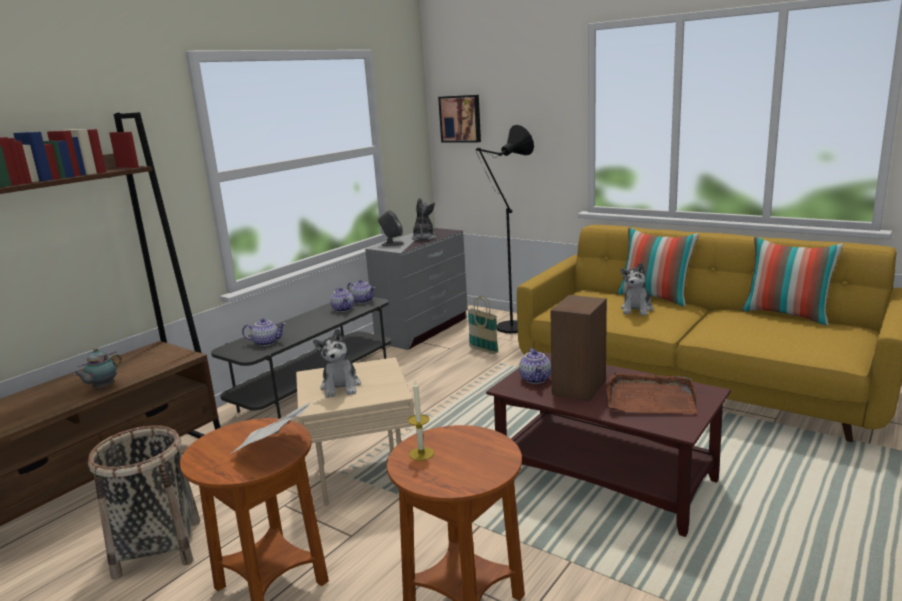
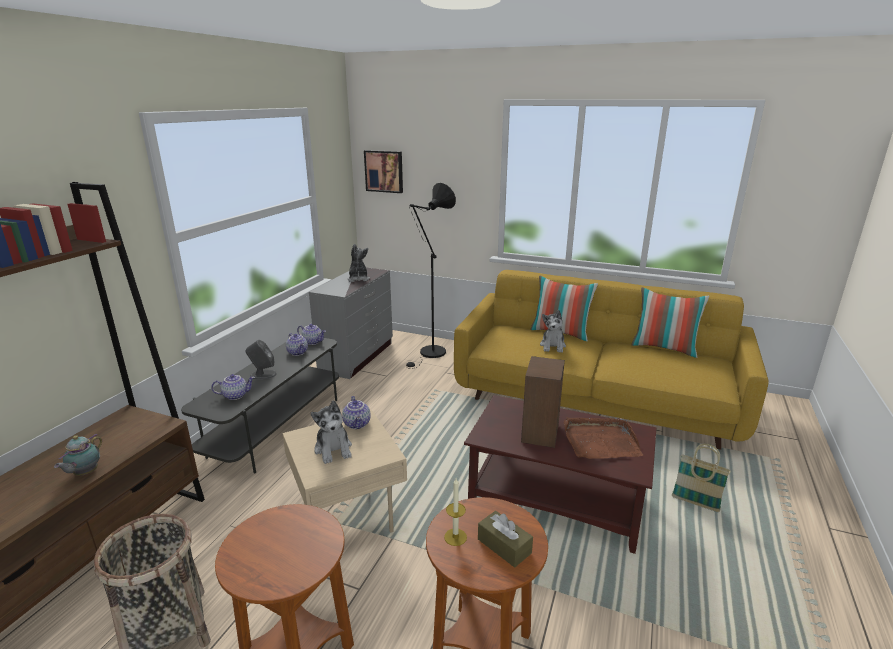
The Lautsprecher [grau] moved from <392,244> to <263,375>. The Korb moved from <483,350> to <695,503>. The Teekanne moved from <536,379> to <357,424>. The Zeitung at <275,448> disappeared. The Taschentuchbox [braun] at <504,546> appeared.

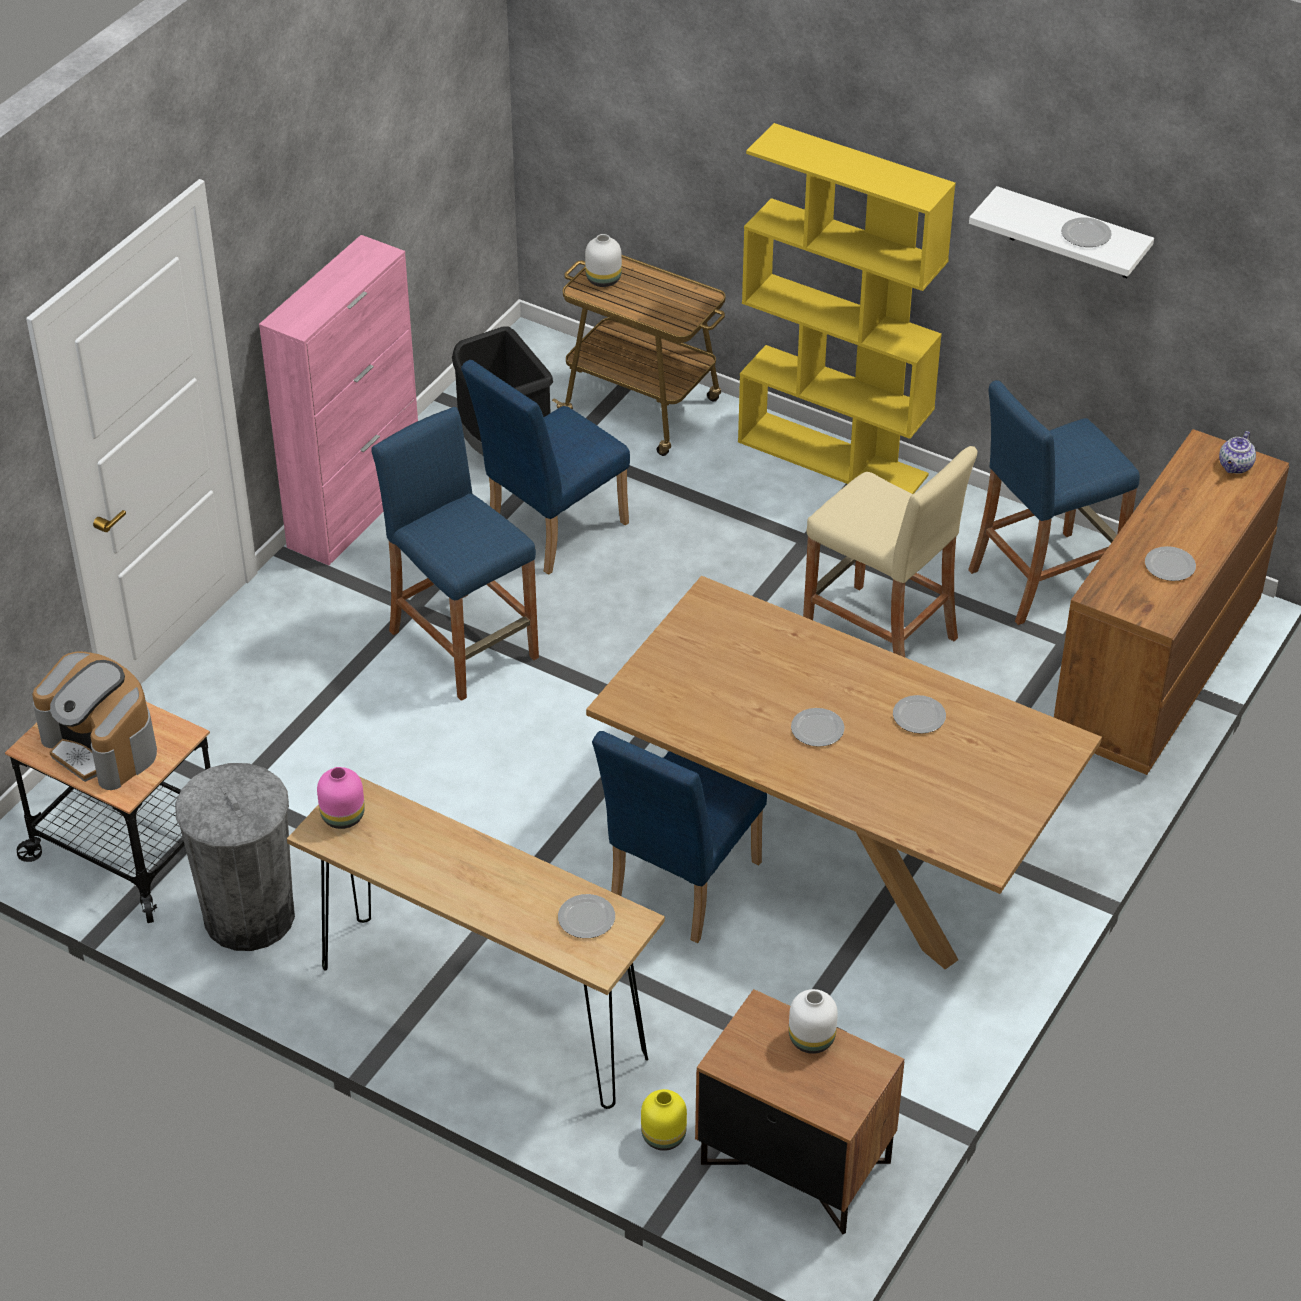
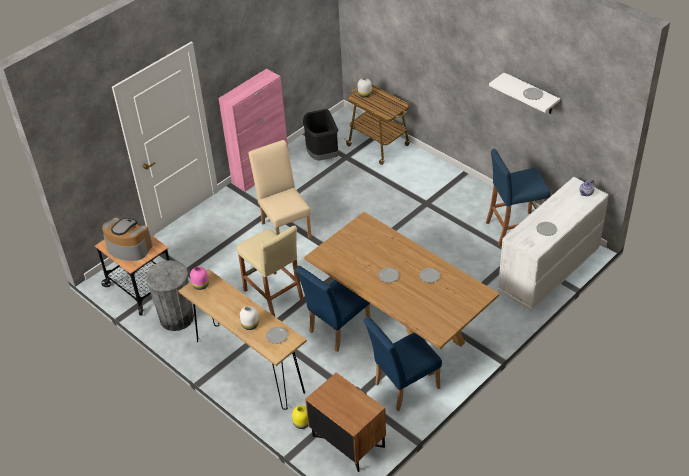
The Bücherregal [gelb] at <834,458> disappeared. The Stuhl [blau] moved from <549,532> to <402,387>. The Hocker [blau] at <464,645> was replaced by the Stuhl [beige] at <285,227>. The Kommode [braun] at <1156,672> became the Kommode [weiß] at <548,271>. The Hocker [beige] moved from <879,636> to <273,295>. The Kaffeemaschine at <102,746> turned 150 degrees clockwise. The Vase [weiß] moved from <812,1038> to <250,325>.

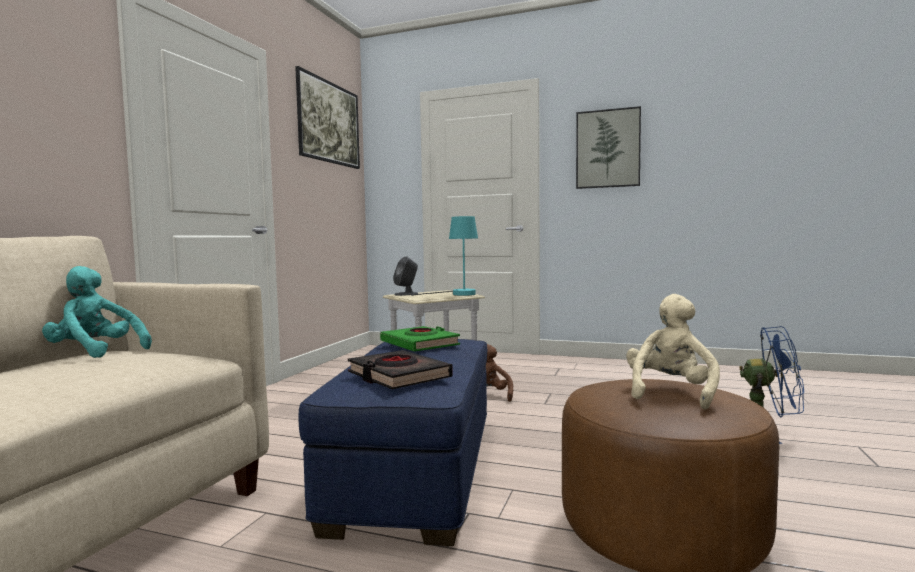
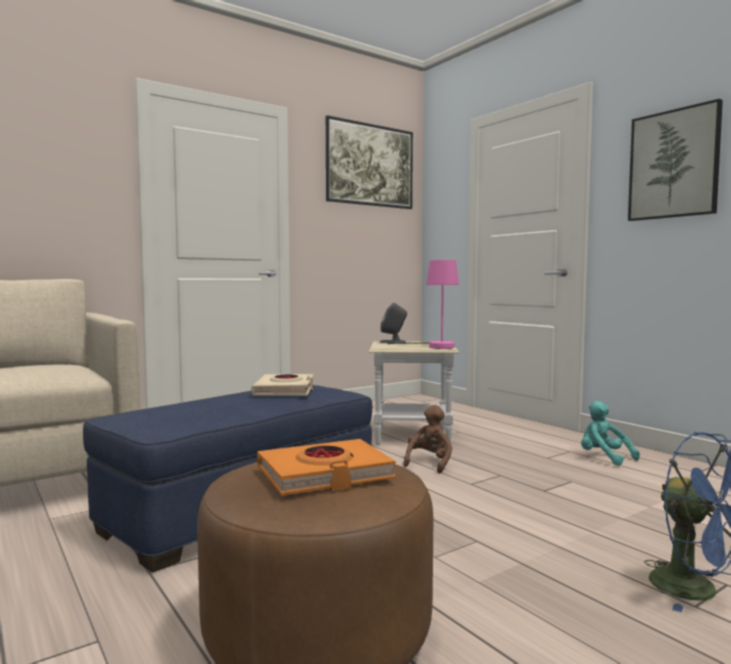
The Tischlampe [türkis] at <456,294> became the Tischlampe [rosa] at <434,346>. The Plüschtier [türkis] moved from <95,352> to <604,457>. The Plüschtier [beige] at <670,393> was replaced by the Buch [orange] at <324,475>. The Buch [grün] at <420,344> became the Buch [beige] at <285,390>. The Buch [schwarz] at <398,376> disappeared.

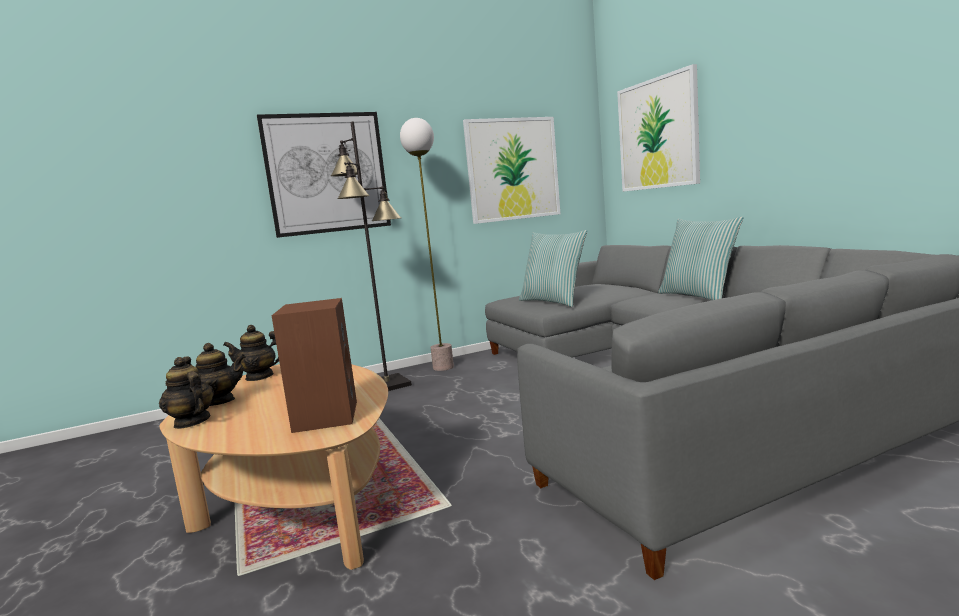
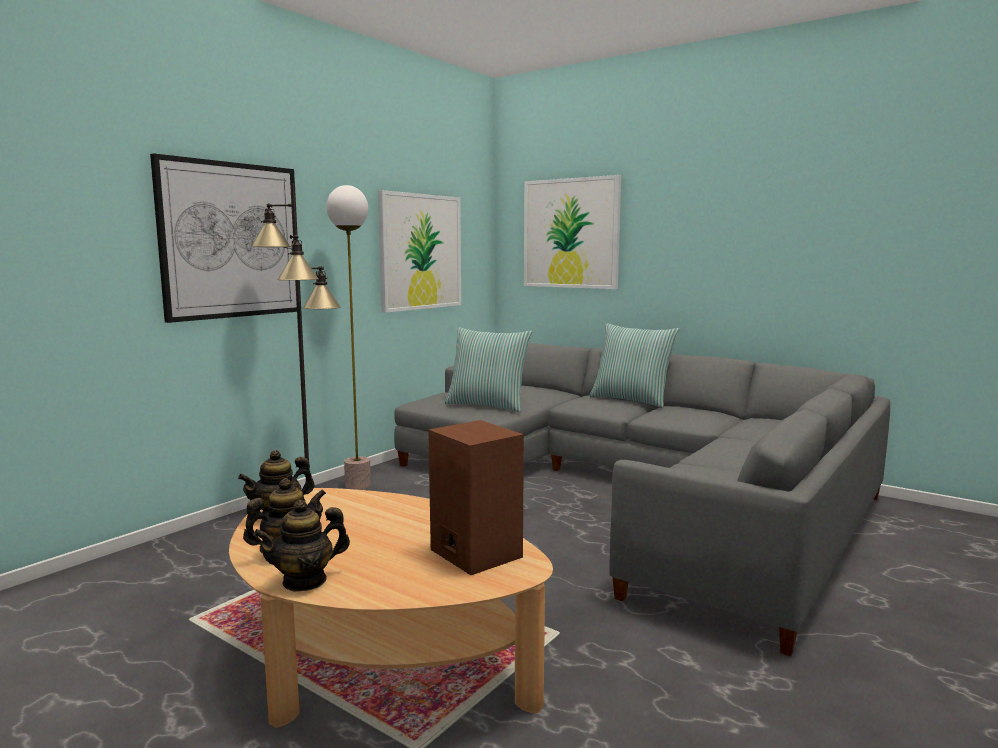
The Teekanne at <191,422> turned 45 degrees counterclockwise.

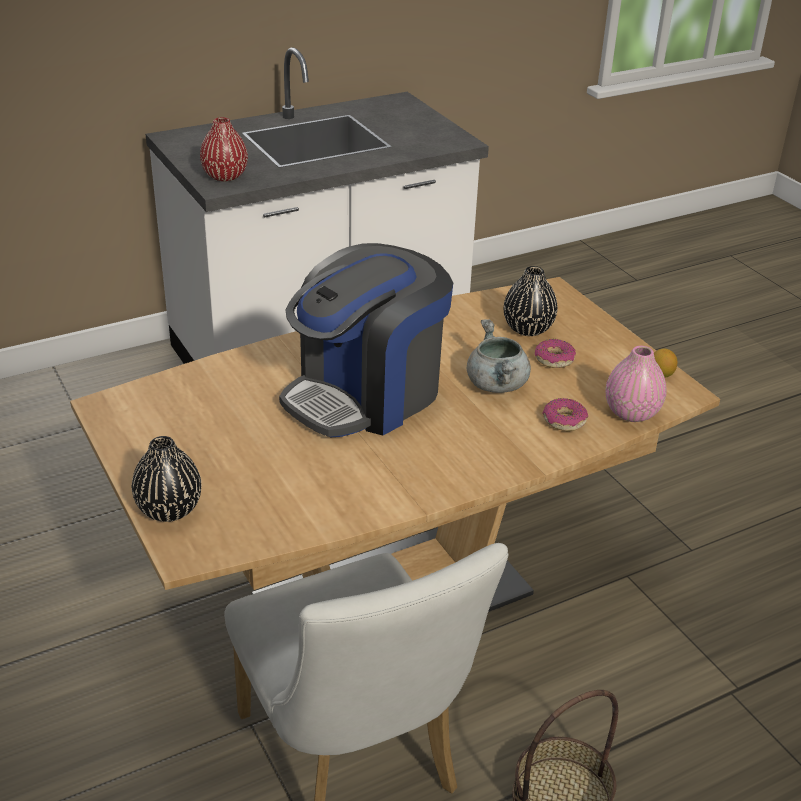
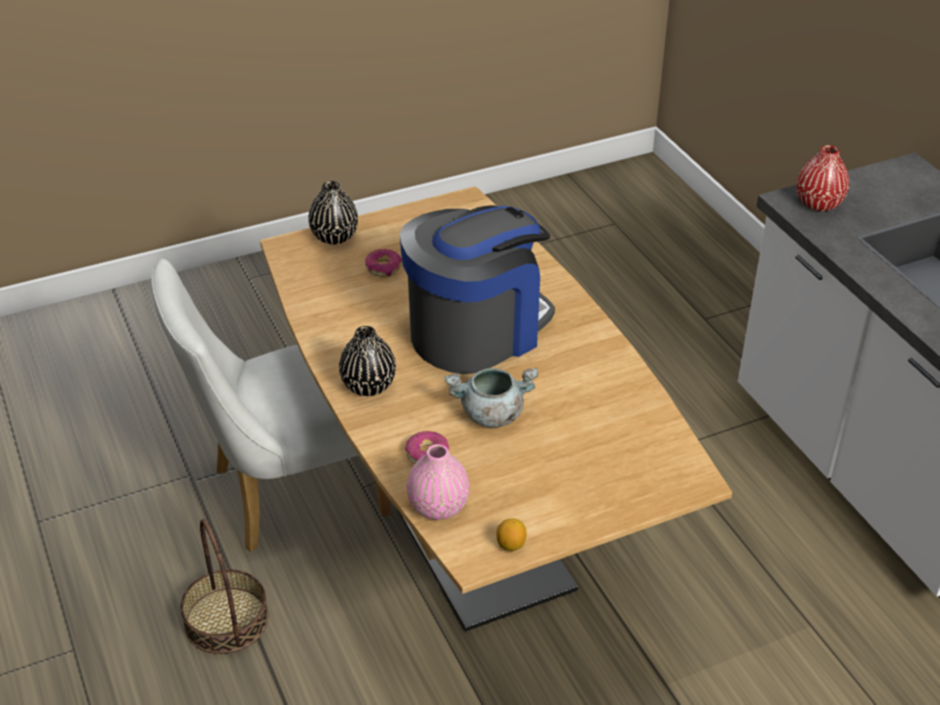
The Kaffeemaschine at <366,395> turned 90 degrees clockwise. The Vase [schwarz] moved from <528,329> to <368,386>. The Donut moved from <554,360> to <383,268>.

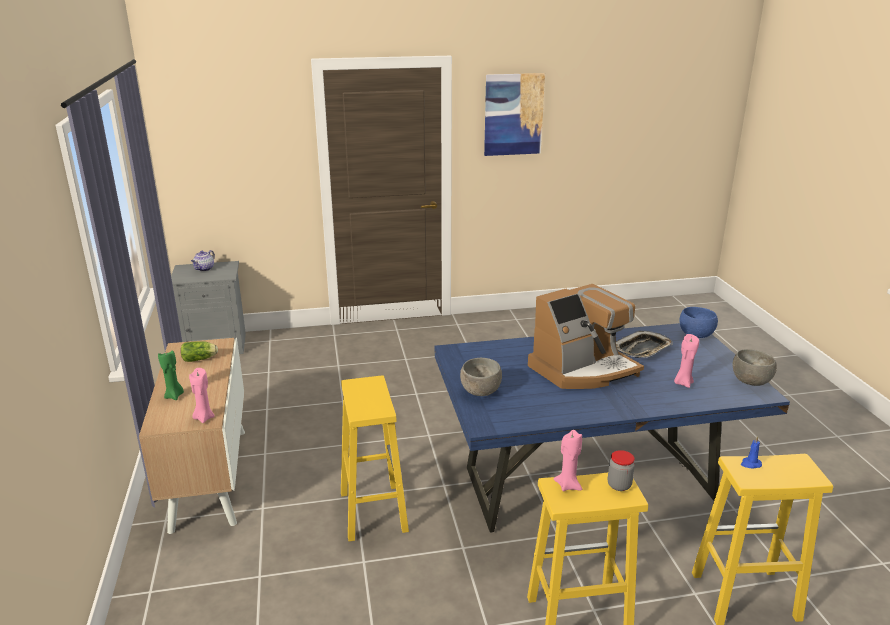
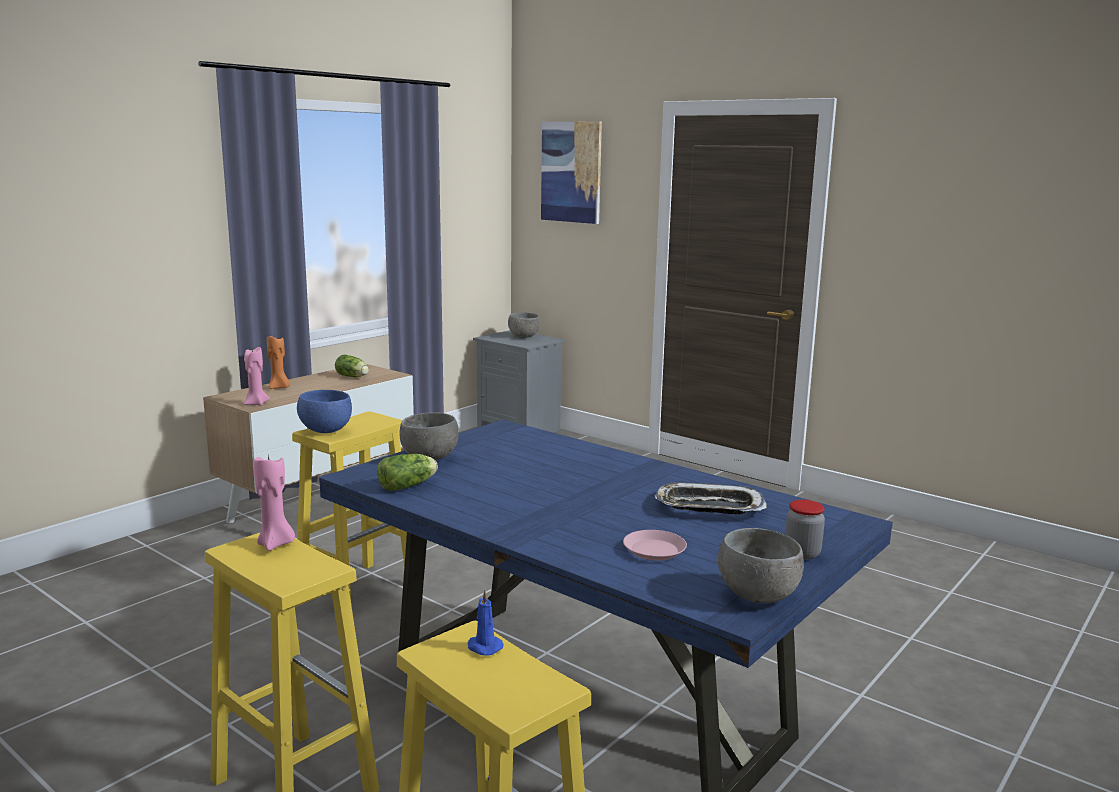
The Bild moved from <513,114> to <571,172>. The Teekanne at <204,269> was replaced by the Schüssel [grau] at <523,337>. The Kaffeemaschine at <583,369> disappeared. The Schüssel [blau] moved from <696,335> to <326,431>. The Kerze [rosa] at <683,383> was replaced by the Teller [rosa] at <654,550>. The Kerze [grün] at <174,396> became the Kerze [orange] at <279,387>. The Vorratsglas moved from <619,485> to <802,554>. The Salatkopf at <409,485> appeared.

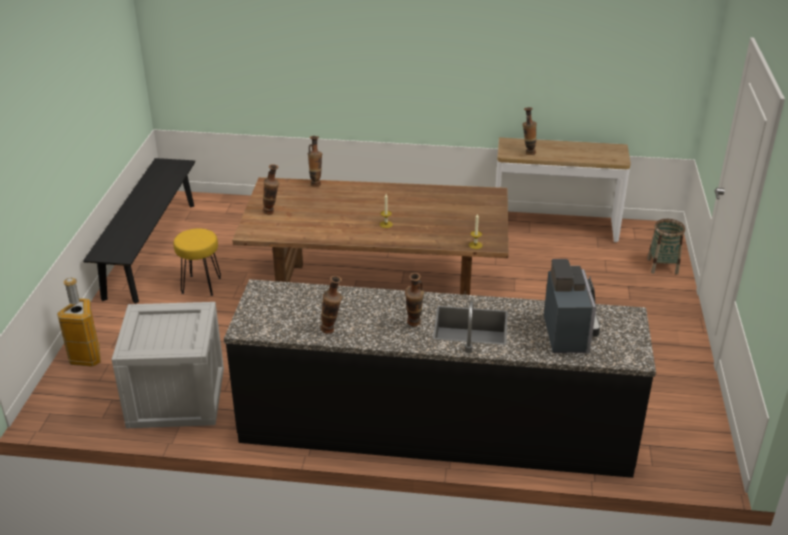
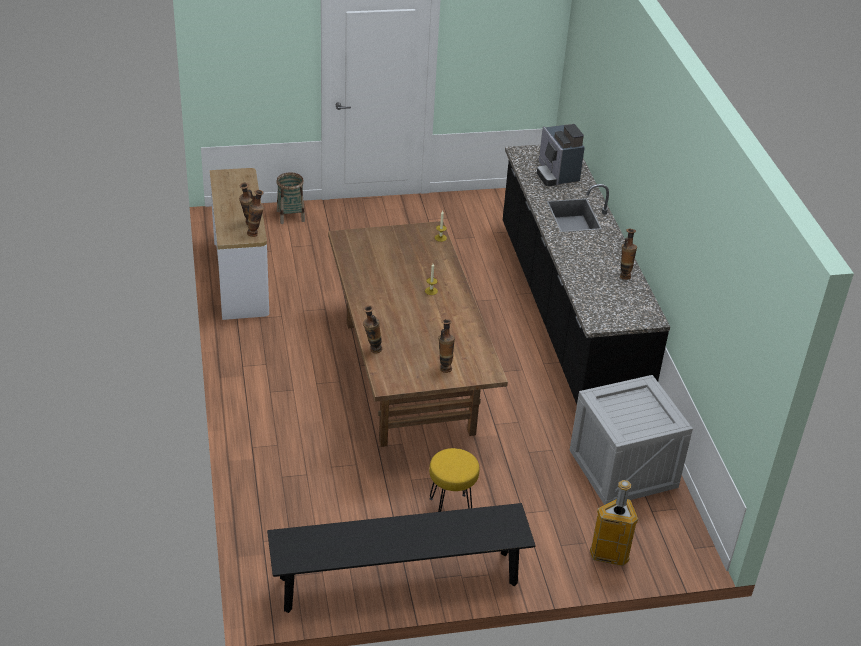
The Kaffeemaschine at <569,333> turned 90 degrees counterclockwise. The Vase moved from <414,325> to <256,234>.

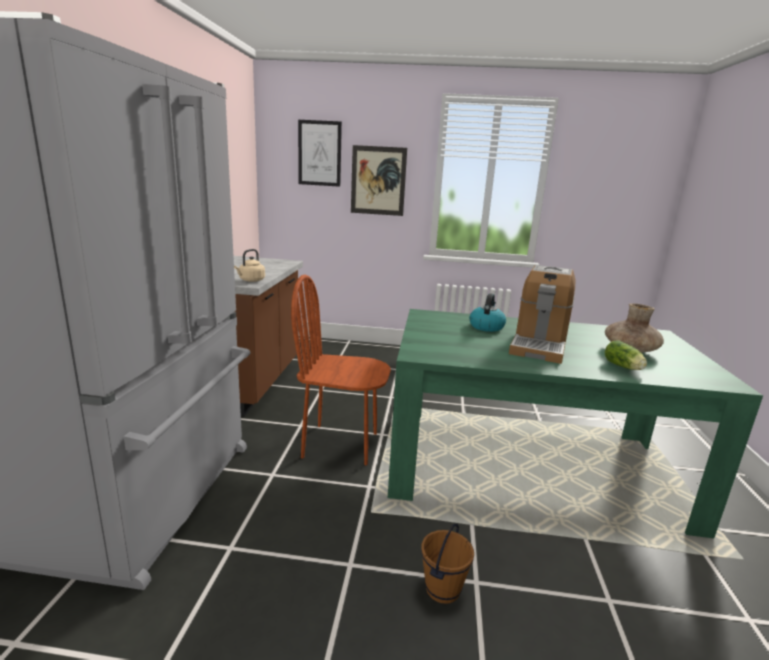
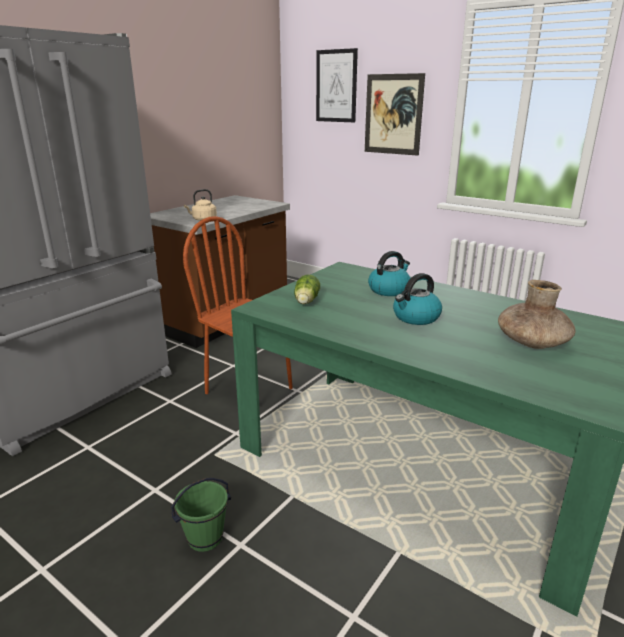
The Kaffeemaschine at <539,344> was replaced by the Wasserkessel at <415,317>. The Salatkopf moved from <624,367> to <306,302>. The Eimer [braun] at <442,589> became the Eimer [grün] at <205,537>.

